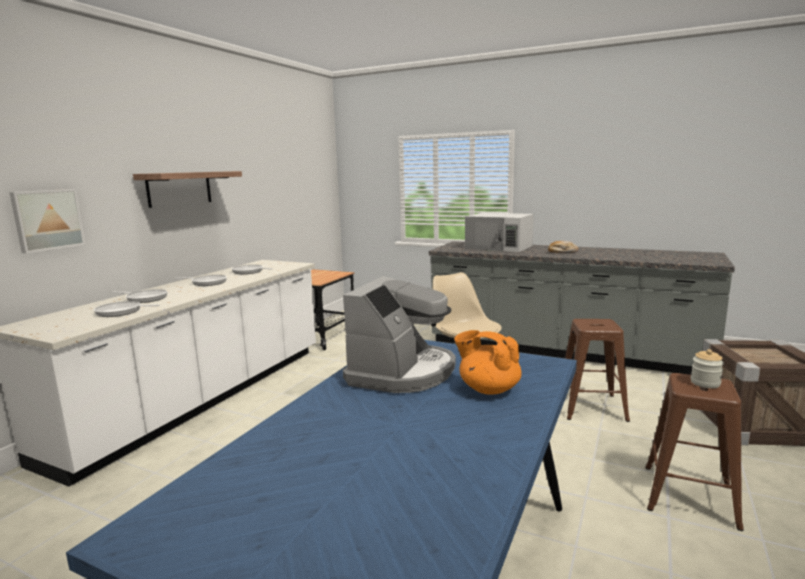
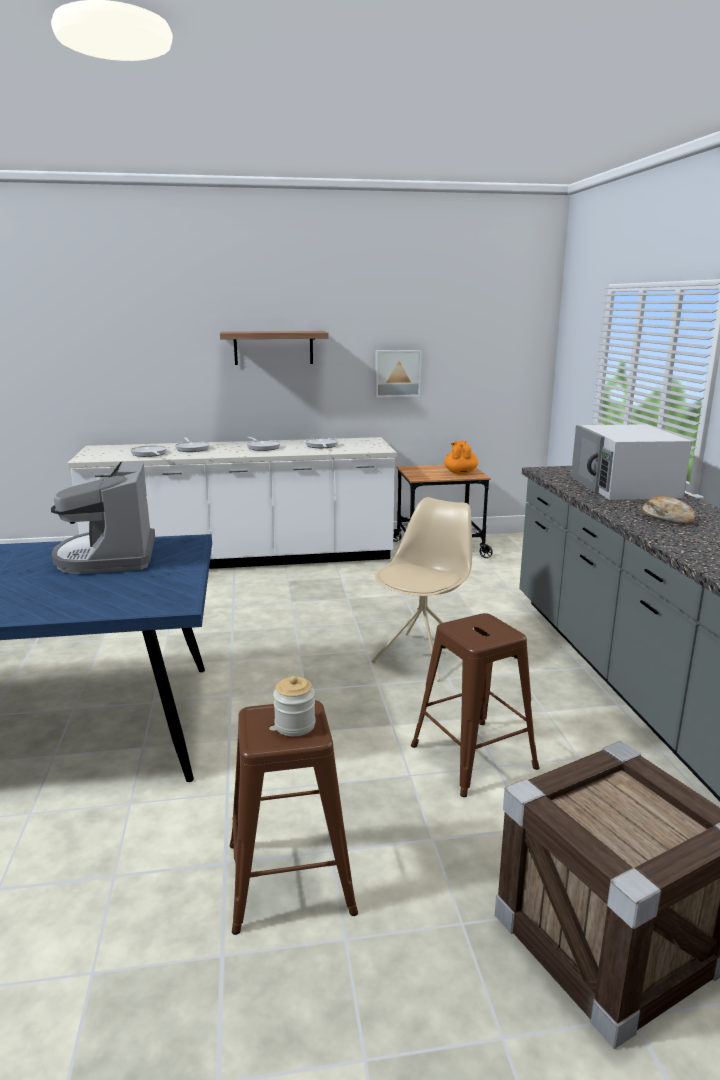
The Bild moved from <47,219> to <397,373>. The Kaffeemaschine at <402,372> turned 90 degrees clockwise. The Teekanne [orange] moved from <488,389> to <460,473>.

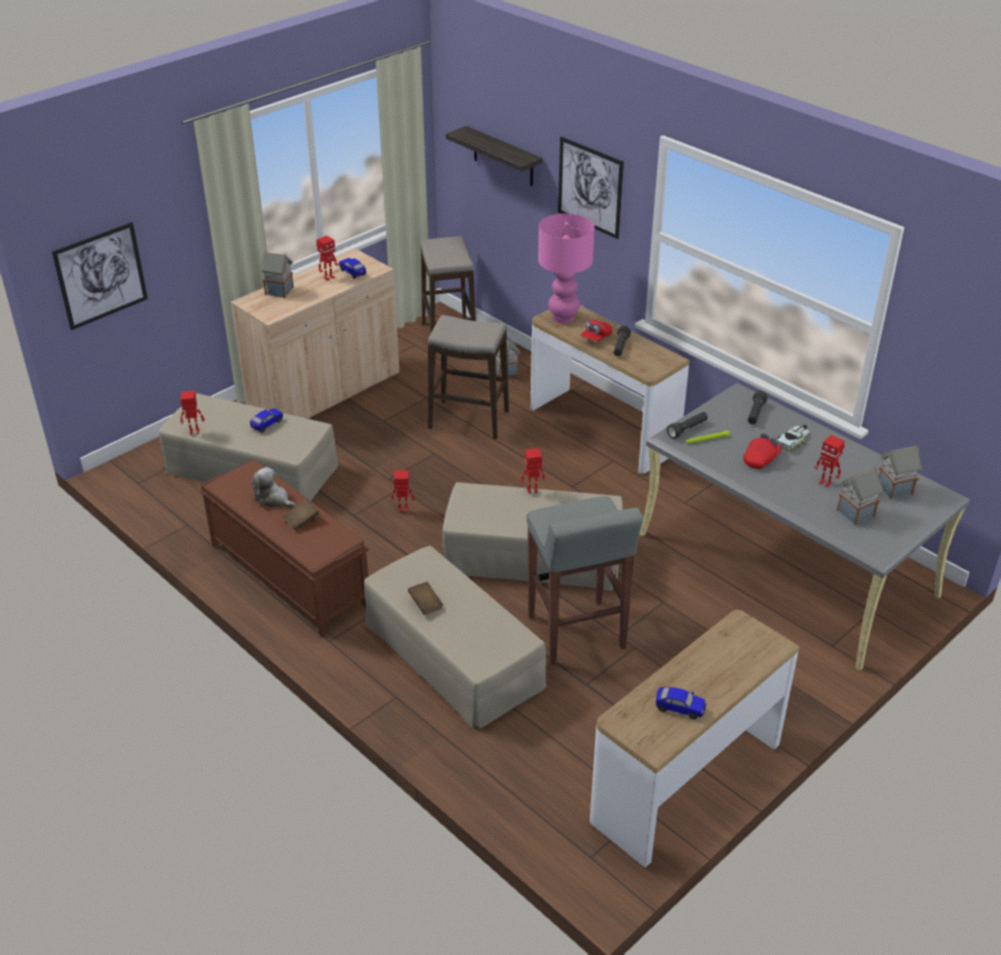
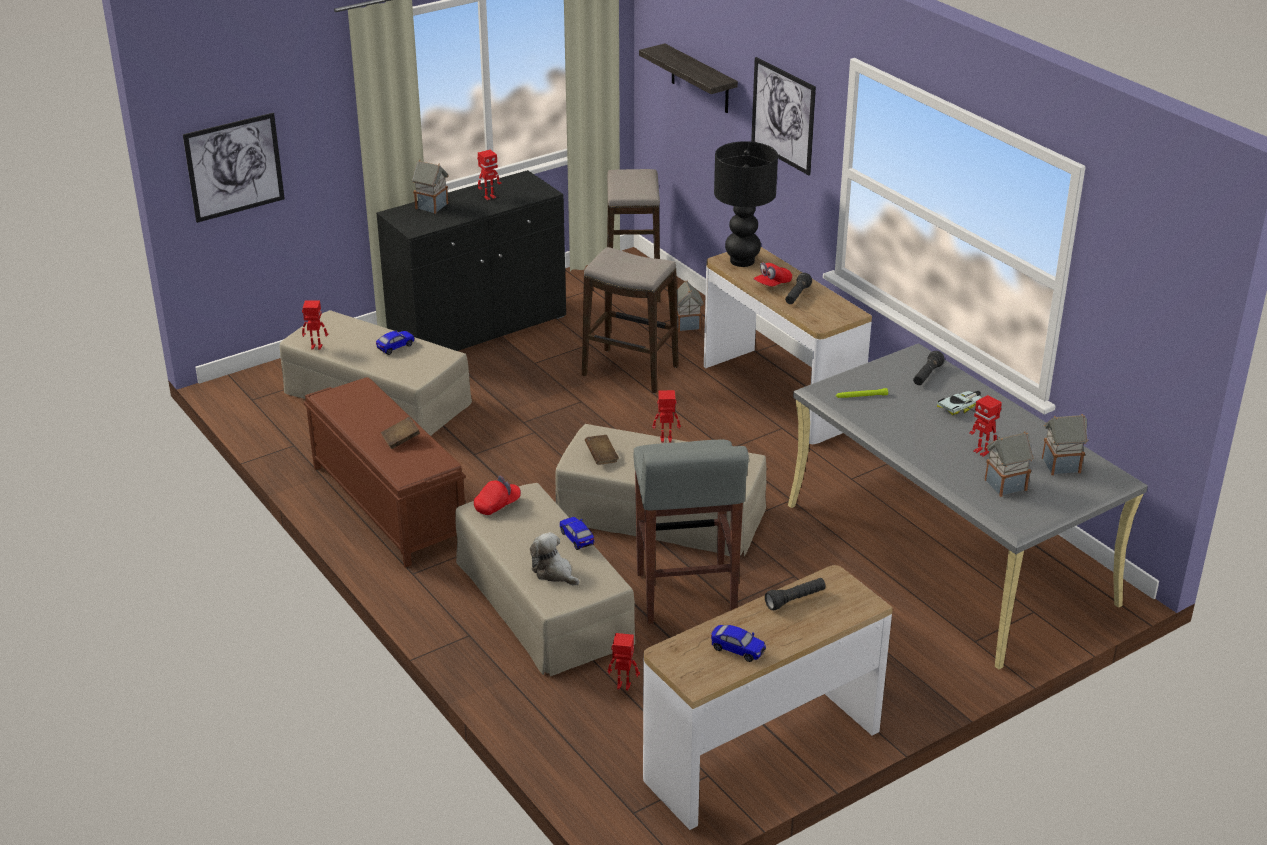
The Tischlampe [rosa] at <563,318> became the Tischlampe [schwarz] at <741,261>. The Schrank [beige] at <324,391> became the Schrank [schwarz] at <478,328>. The Spielzeugauto moved from <352,272> to <576,538>. The Taschenlampe [schwarz] moved from <687,429> to <795,600>. The Kappe [rot] moved from <761,459> to <497,505>. The Plüschtier moved from <273,499> to <554,572>. The Spielzeugroboter moved from <403,510> to <623,686>. The Buch [braun] moved from <425,604> to <601,457>.

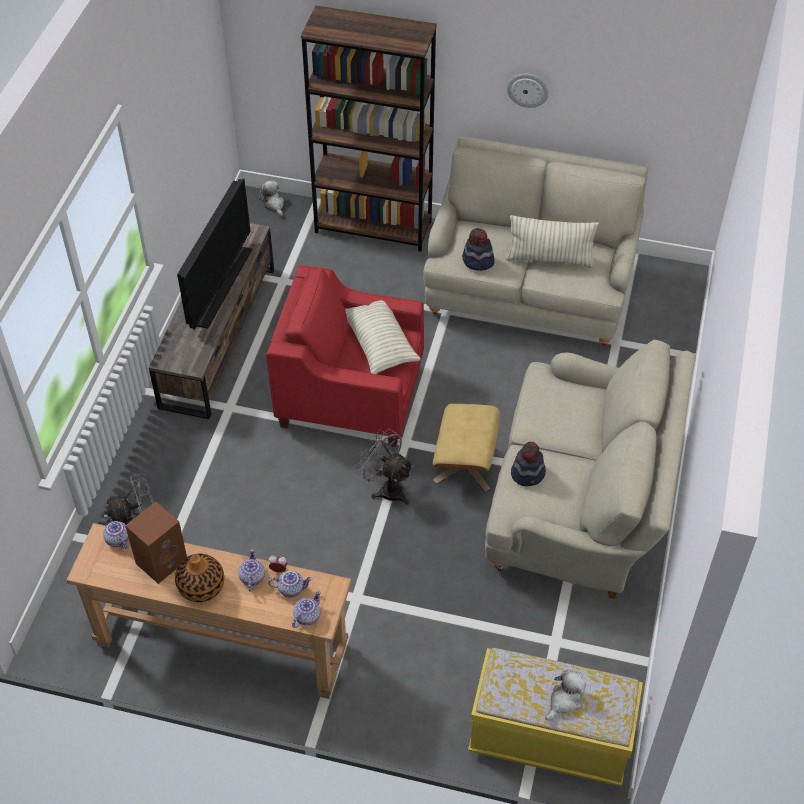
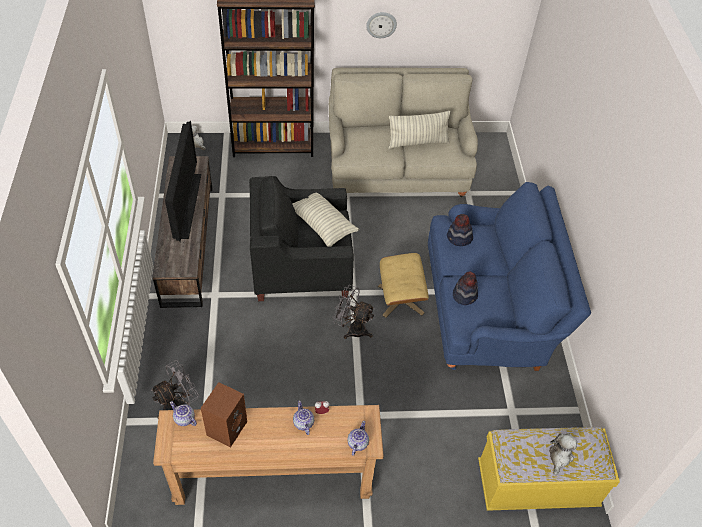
The Hut moved from <478,261> to <459,238>. The Sessel [rot] at <350,396> became the Sessel [schwarz] at <301,267>. The Sofa [beige] at <581,504> became the Sofa [blau] at <490,309>. The Vase at <201,586> disappeared. The Teekanne at <291,588> disappeared.

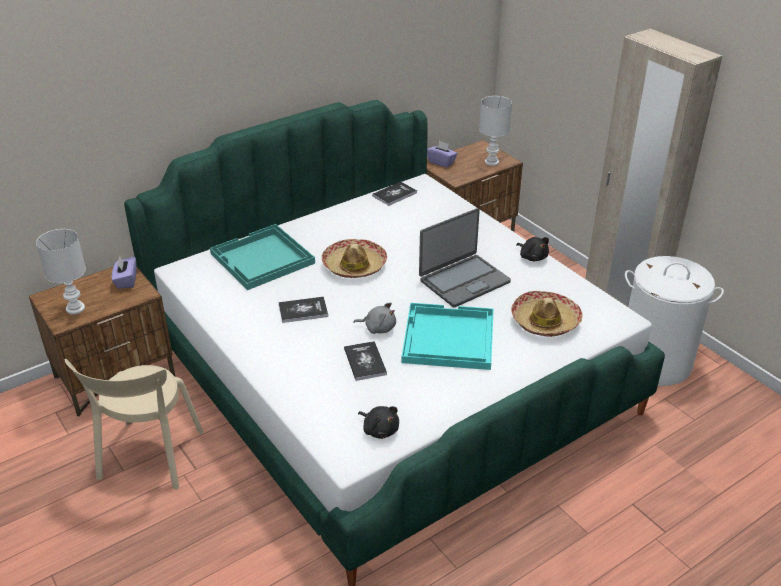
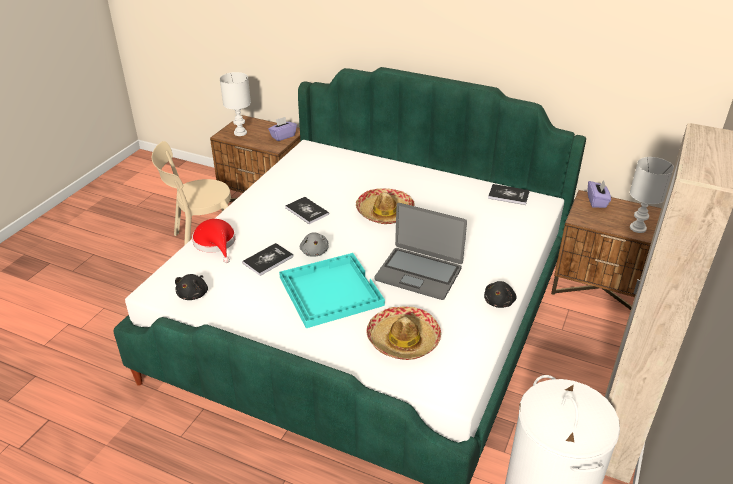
The Tablett [türkis] at <262,259> disappeared. The Hut [rot] at <216,243> appeared.

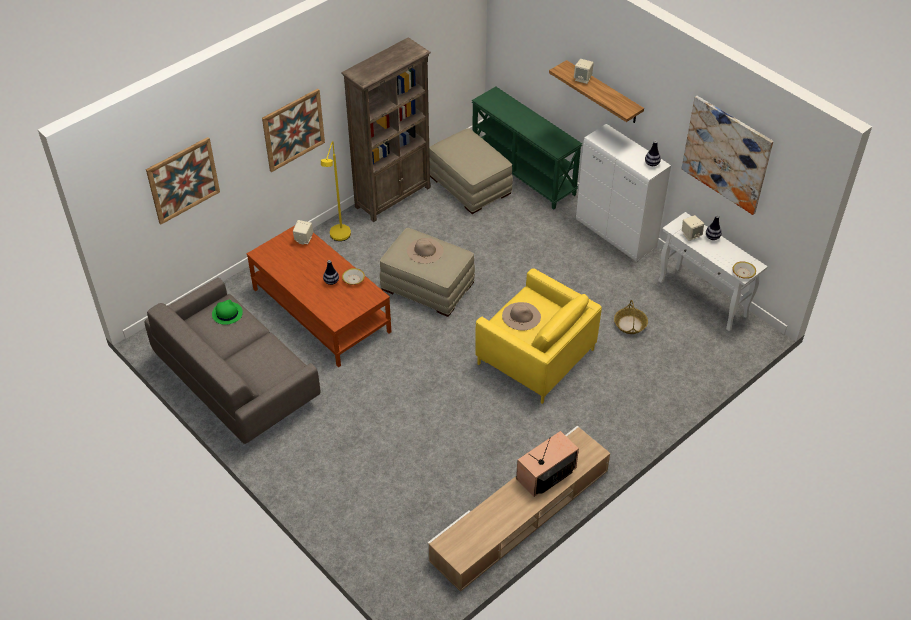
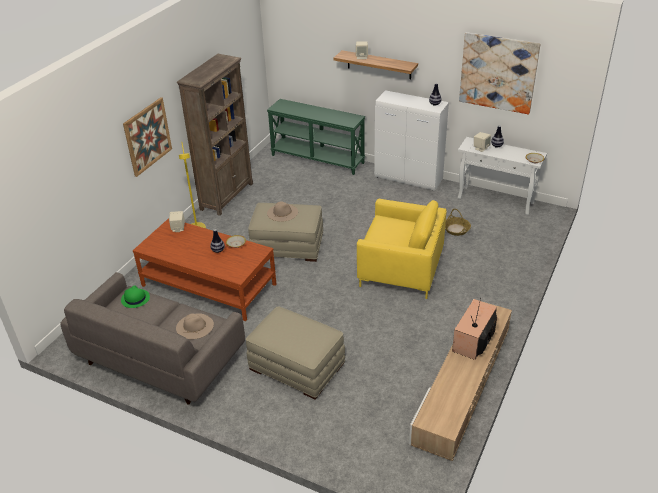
The Polsterhocker [beige] moved from <469,185> to <296,366>. The Bild at <183,180> disappeared. The Hut [beige] moved from <521,316> to <194,326>.

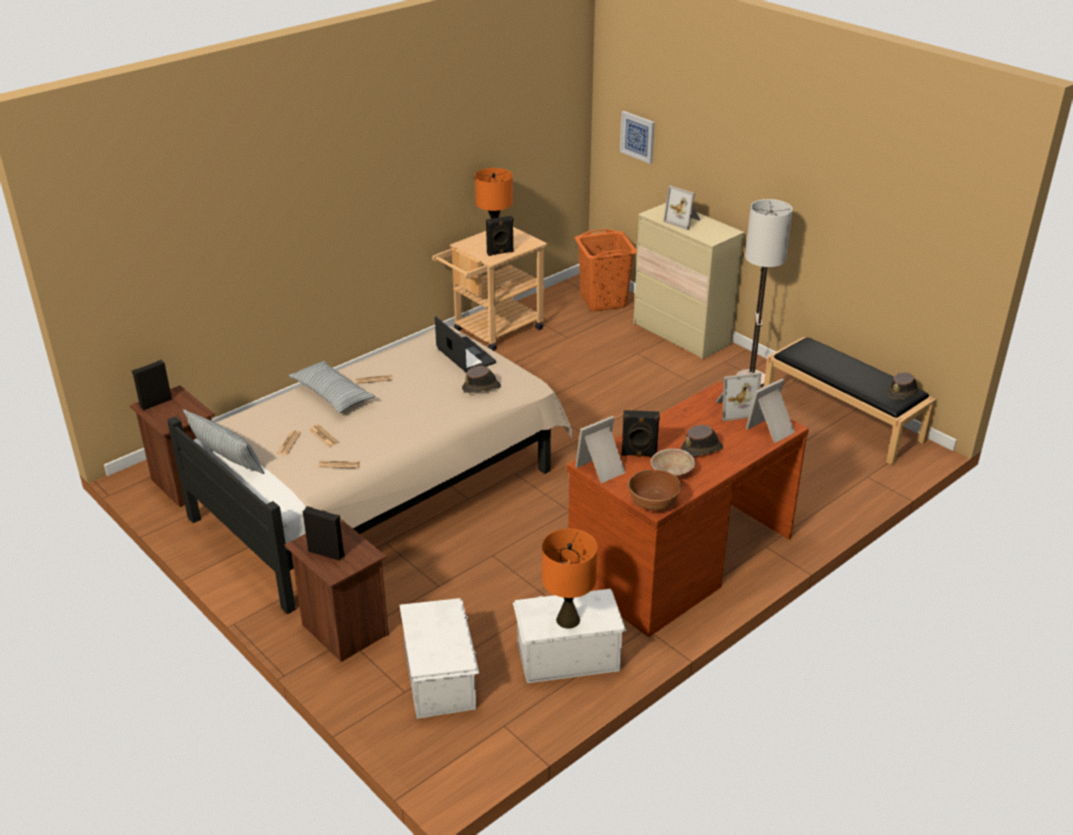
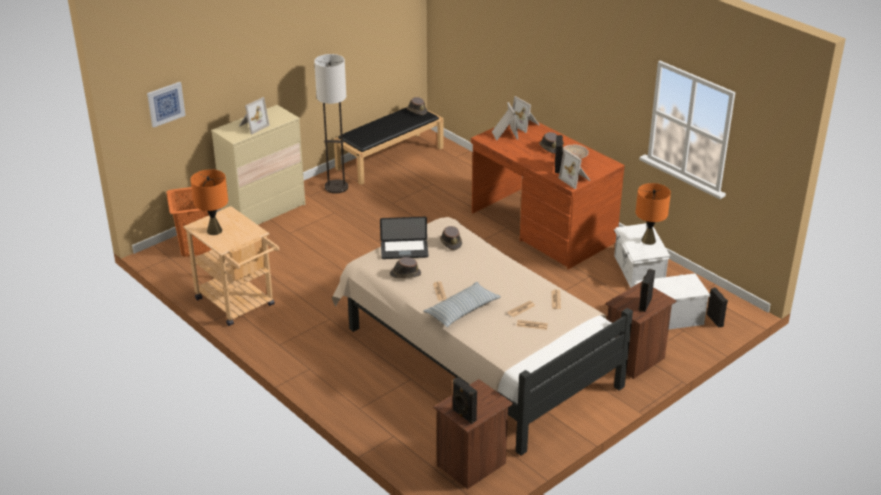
The Lautsprecher [schwarz] moved from <500,253> to <715,320>. The Laptop at <465,356> turned 150 degrees counterclockwise. The Kissen at <227,459> disappeared. The Schüssel [braun] at <653,503> disappeared. The Hut [braun] at <405,274> appeared.

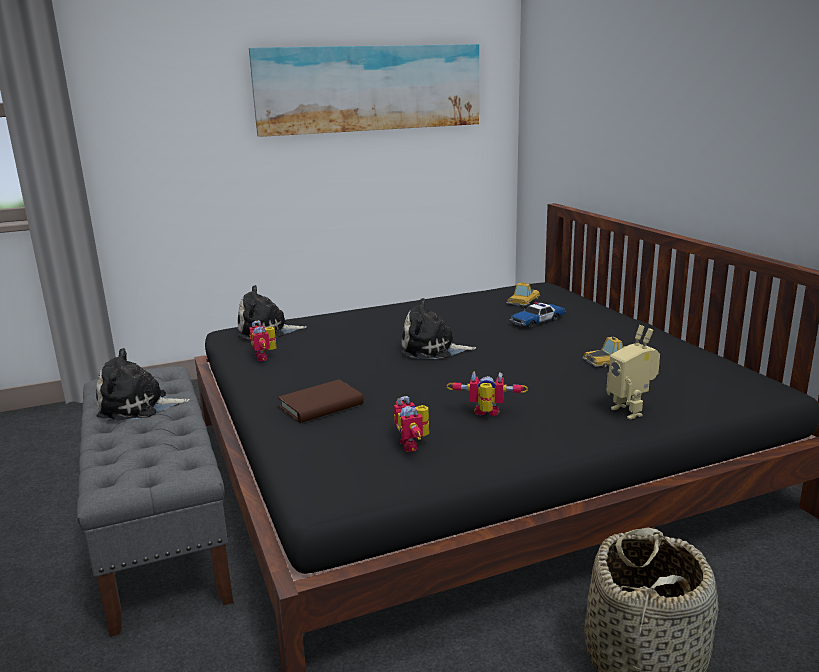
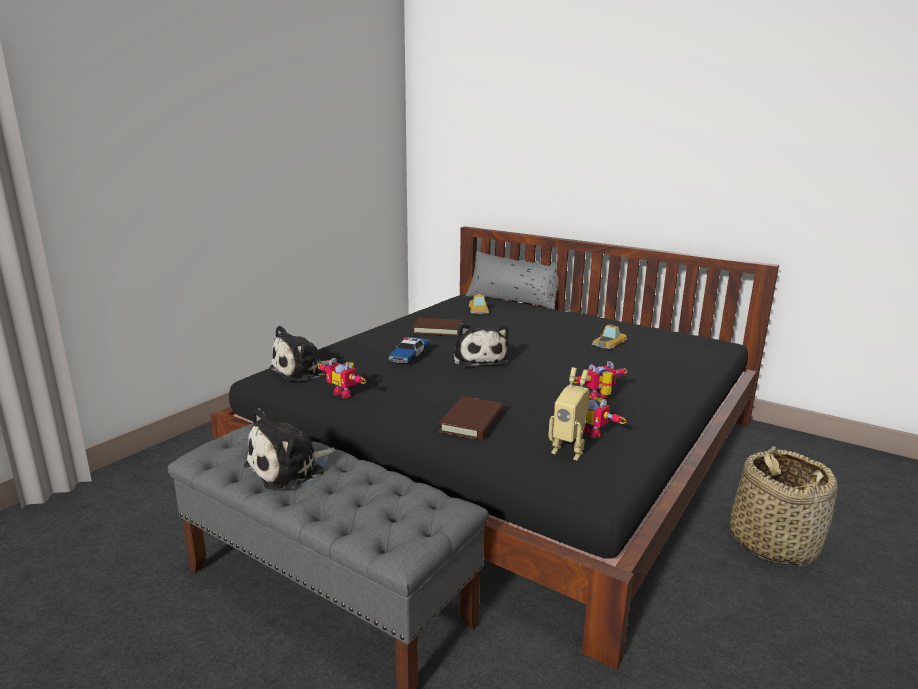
The Bild at <369,88> disappeared. The Plüschtier at <432,349> turned 75 degrees counterclockwise. The Spielzeugauto moved from <537,321> to <409,356>. The Spielzeugroboter moved from <630,411> to <569,451>. The Kissen [grau] at <513,300> appeared. The Buch [braun] at <438,330> appeared.

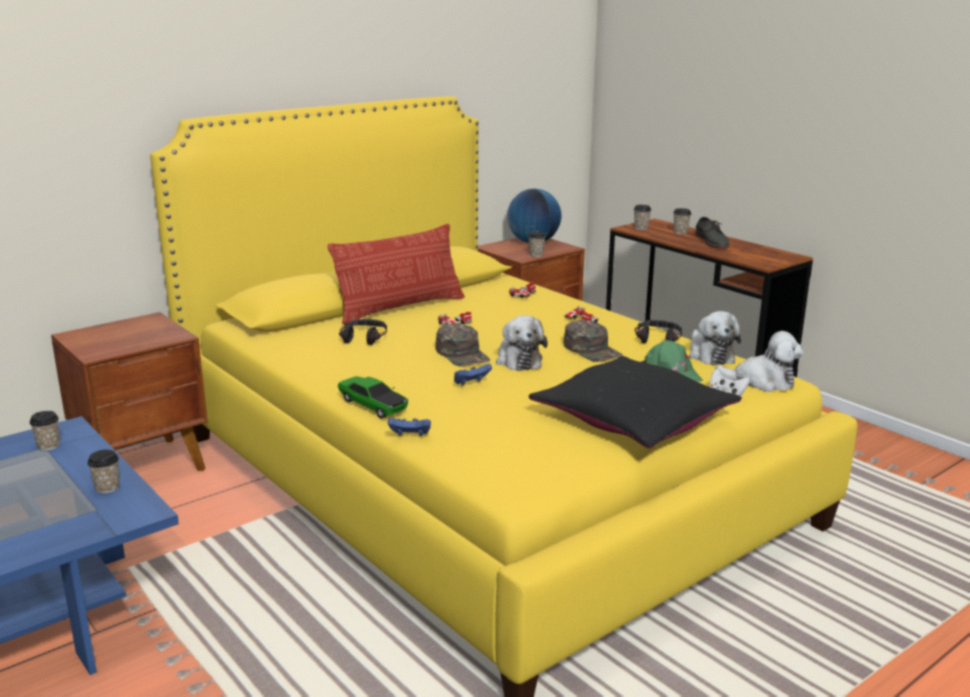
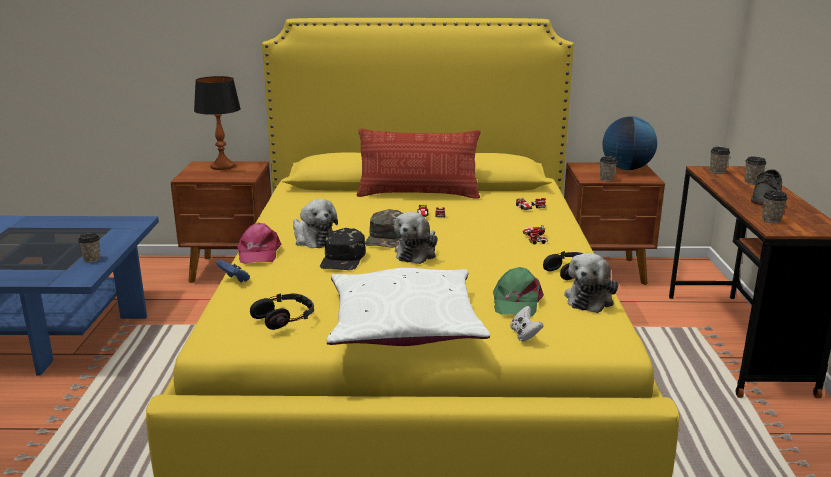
The Kopfhörer moved from <363,337> to <283,317>. The Kappe [grün] at <592,350> disappeared. The Plüschtier moved from <762,381> to <313,239>. The Kissen [schwarz] at <633,419> became the Kissen [weiß] at <404,324>. The Gamepad [blau] at <471,383> was replaced by the Kappe [schwarz] at <343,258>. The Spielzeugauto at <373,405> was replaced by the Kappe [rosa] at <258,253>. The Tasse moved from <48,446> to <771,220>. The Tischlampe at <222,166> appeared.

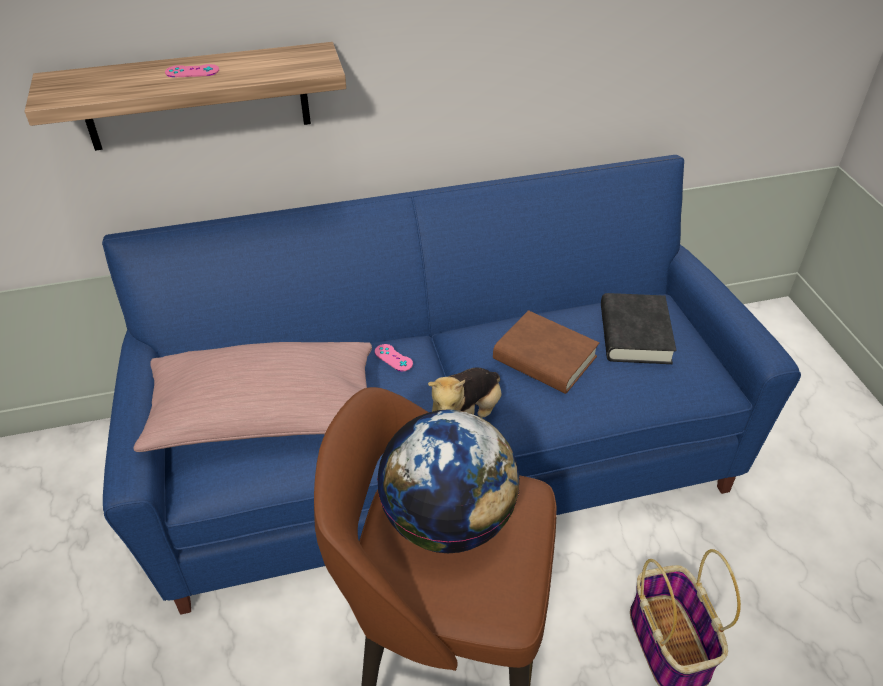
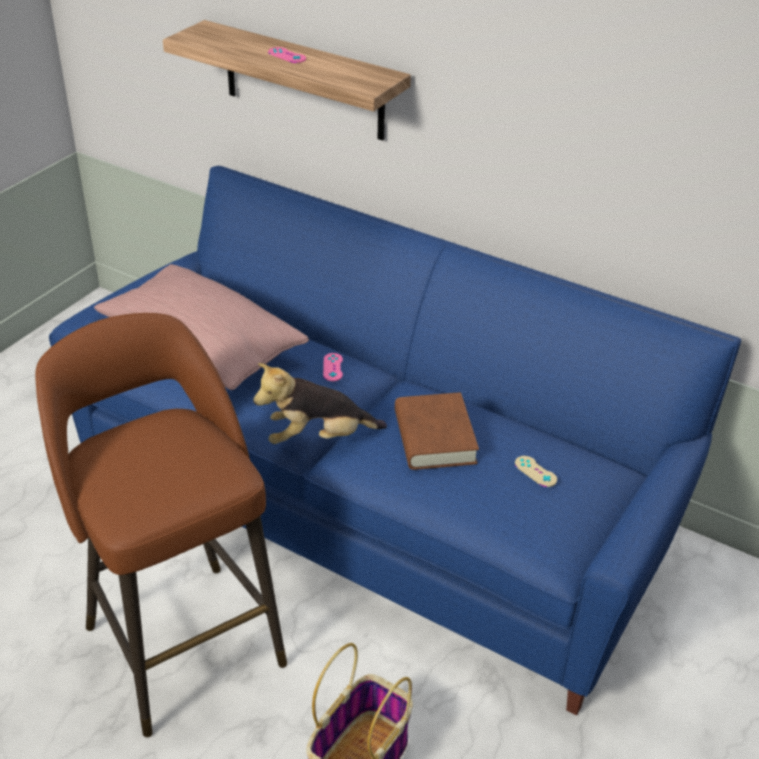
The Buch [schwarz] at <634,334> was replaced by the Gamepad [beige] at <535,471>. The Globus at <448,521> disappeared.

